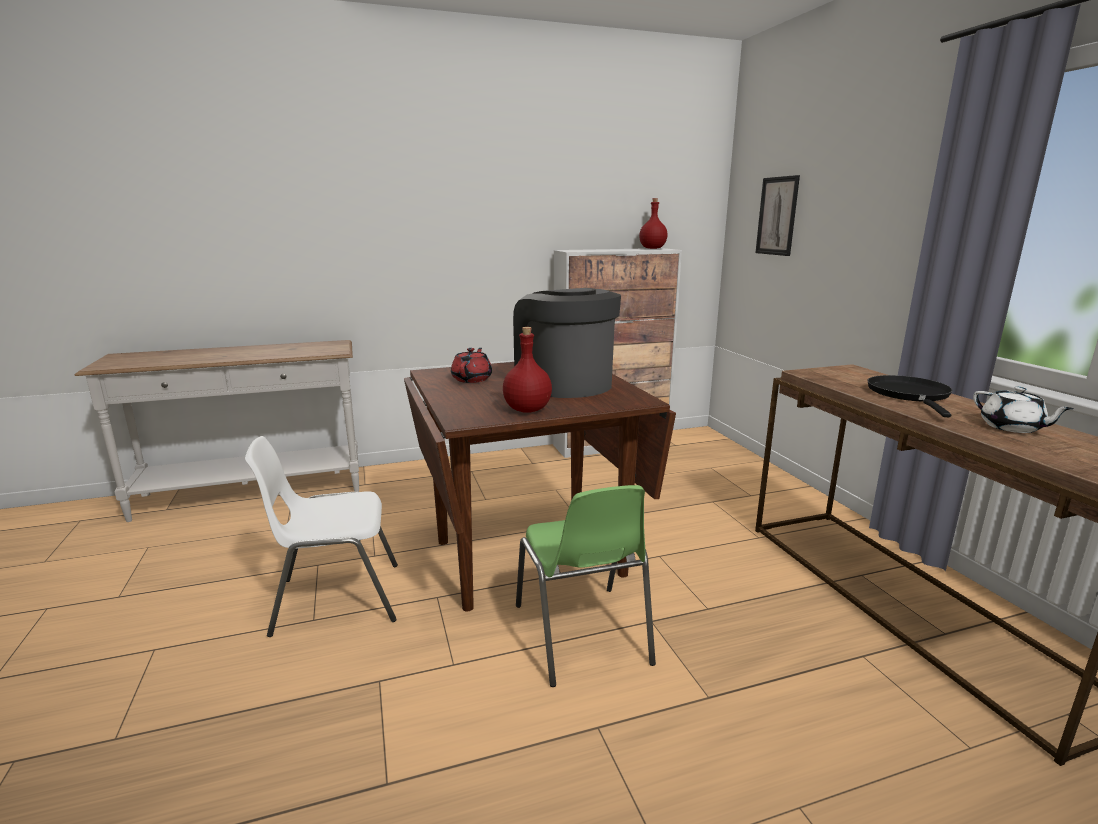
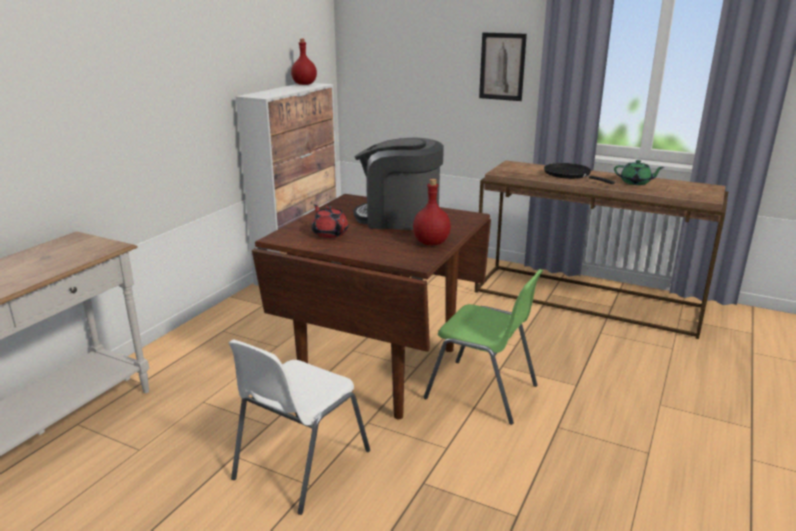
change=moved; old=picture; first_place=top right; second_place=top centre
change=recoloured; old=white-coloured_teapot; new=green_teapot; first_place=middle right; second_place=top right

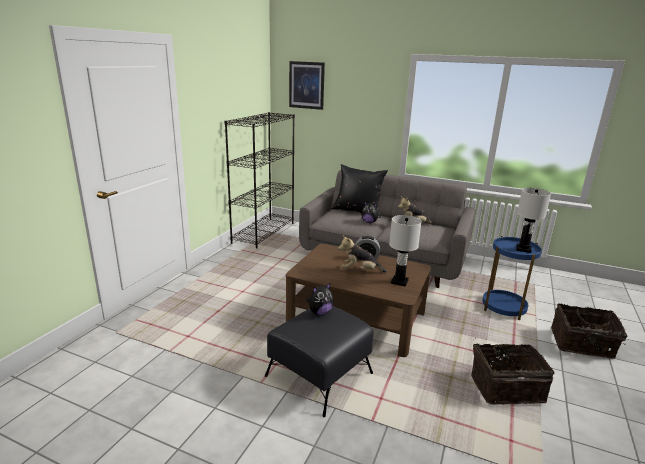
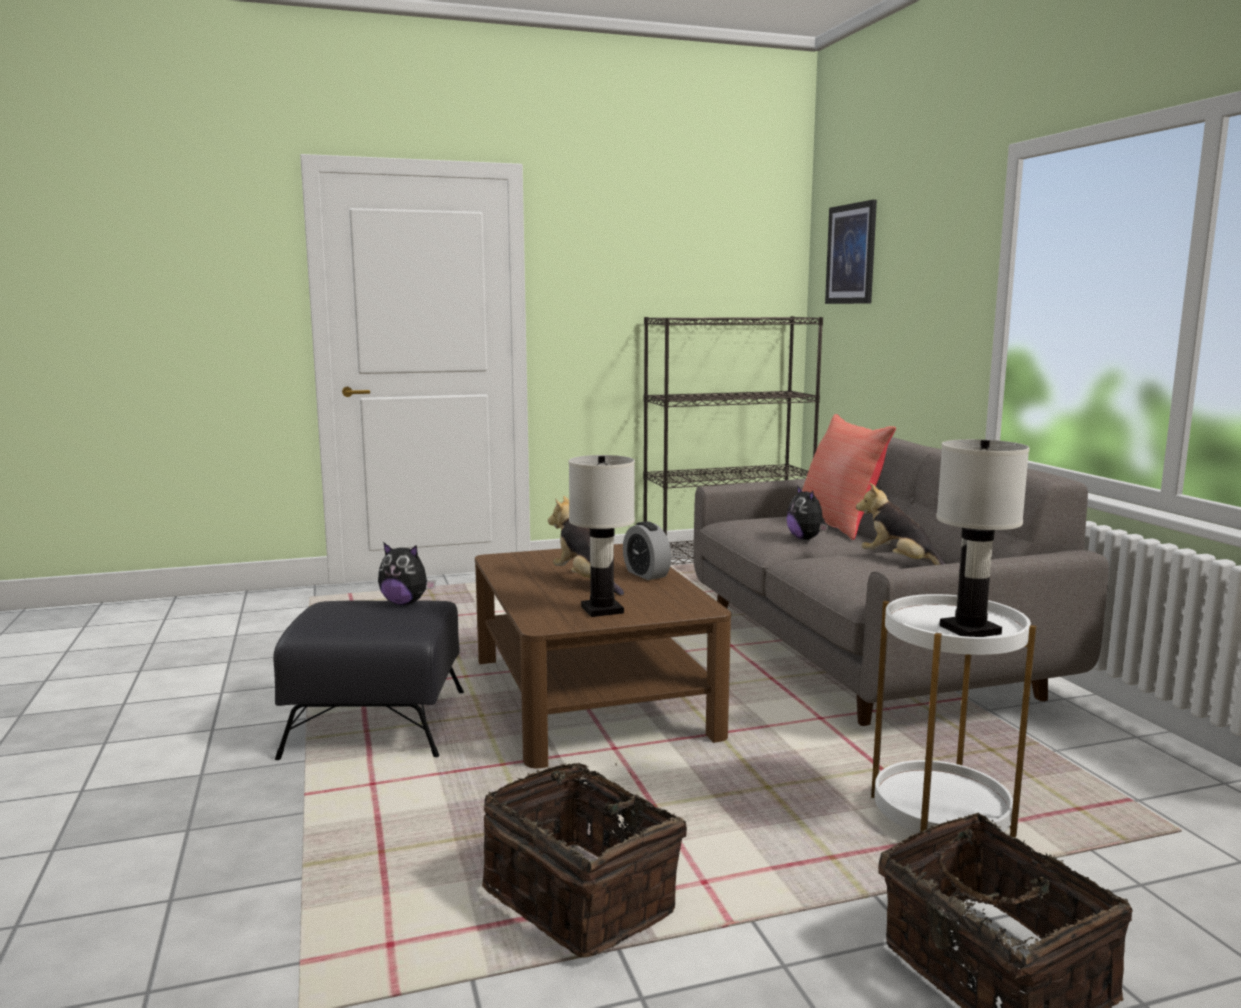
change=recoloured; old=blackish_throw_pillow; new=reddish_throw_pillow; first_place=centre; second_place=middle right
change=recoloured; old=blue-coloured_accent_table; new=white-coloured_accent_table; first_place=middle right; second_place=bottom right

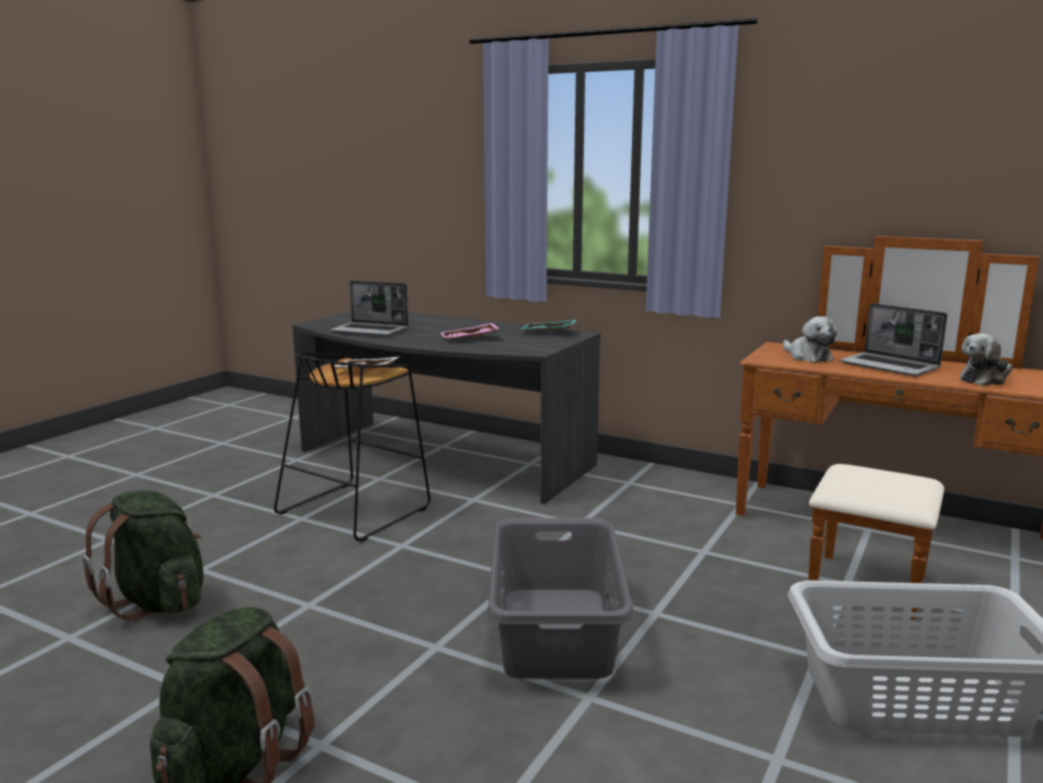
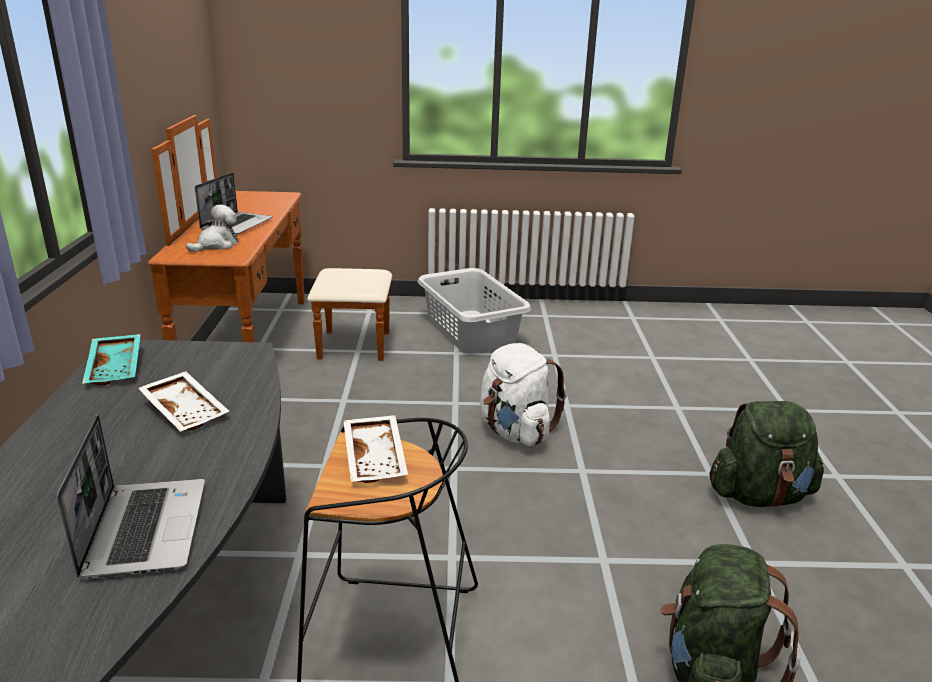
change=recoloured; old=pink-coloured_serving_tray; new=white-coloured_serving_tray (1st from left); first_place=centre; second_place=middle left
change=removed; old=soft_toy (2nd from left); first_place=middle right
change=replaced; old=grey_laundry_basket (1st from left); new=white-coloured_backpack; first_place=bottom centre; second_place=centre

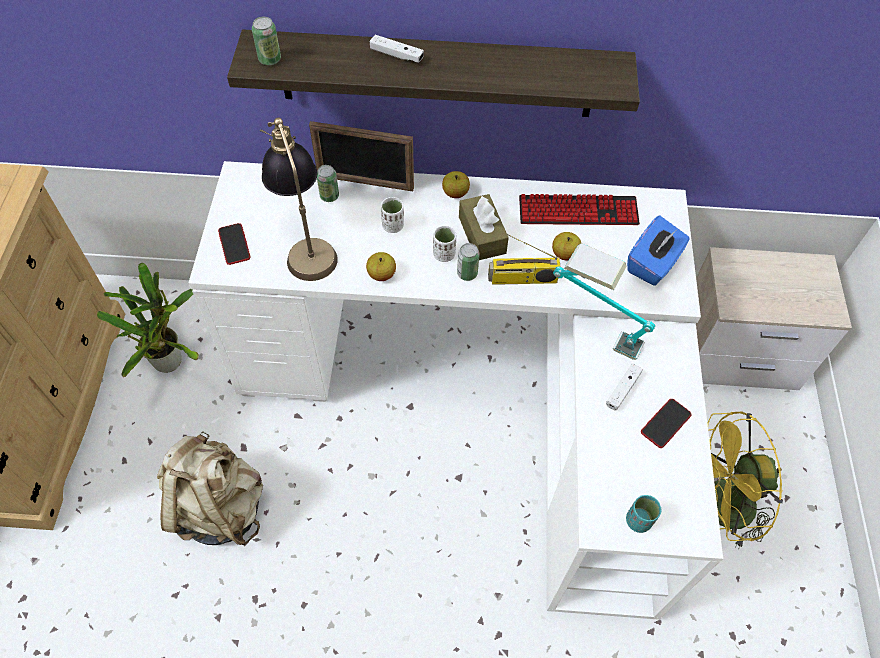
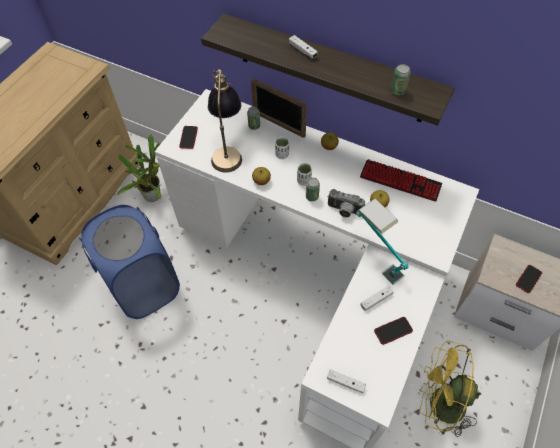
change=moved; old=can (1st from left in the first image); new=can (3rd from left); first_place=top left; second_place=top right
change=removed; old=brown-coloured_tissue_holder; first_place=centre
change=removed; old=blue-coloured_tissue_holder; first_place=middle right
change=replaced; old=radio_set; new=still_camera; first_place=centre; second_place=centre
change=replaced; old=beige-coloured_backpack; new=blue-coloured_laundry_basket; first_place=bottom left; second_place=middle left
change=replaced; old=blue-green_small_cup; new=white-coloured_joypad (2nd from left); first_place=bottom right; second_place=bottom centre
change=added; new=phone (3rd from left); second_place=middle right

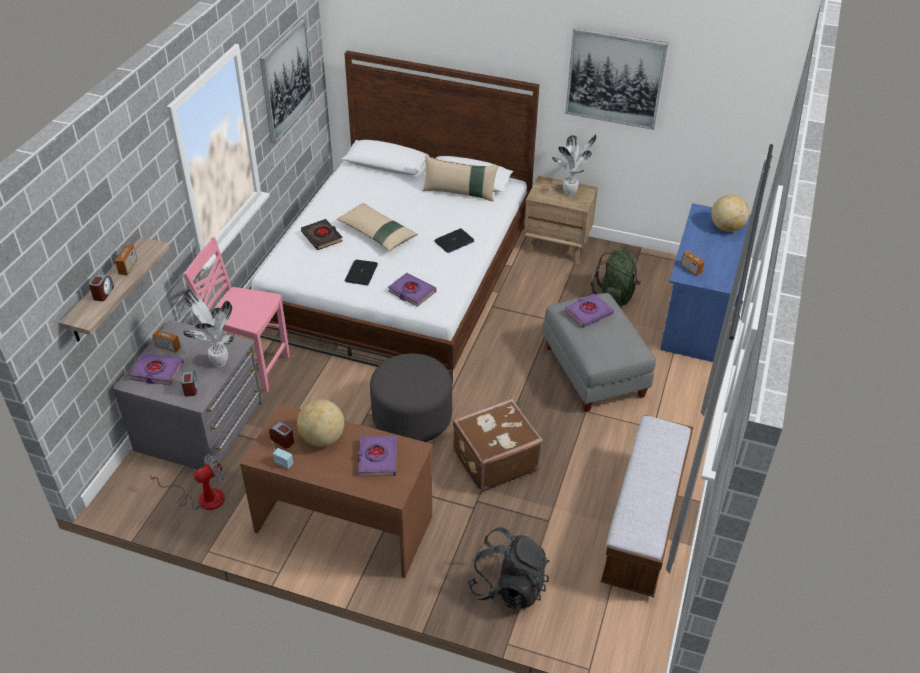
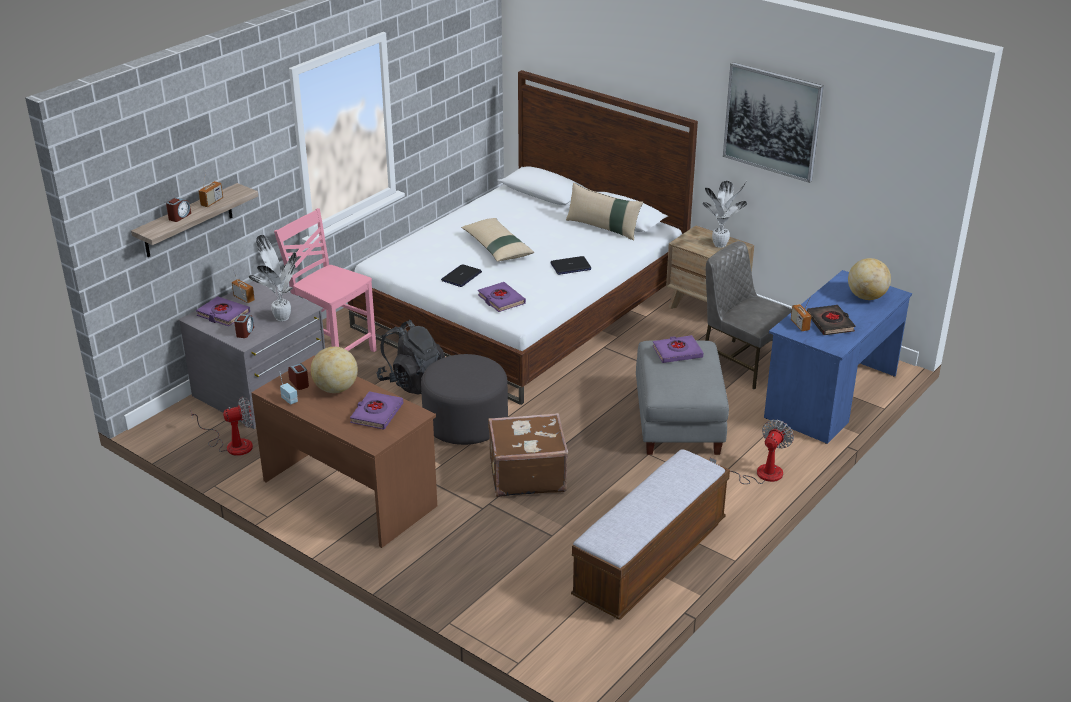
change=removed; old=picture (1st from left); first_place=top left
change=moved; old=blackish_book; first_place=centre; second_place=middle right
change=replaced; old=green_backpack; new=grey_chair; first_place=middle right; second_place=middle right
change=moved; old=blackish_backpack; first_place=bottom centre; second_place=centre
change=added; new=cooling_fan (2nd from left); second_place=middle right

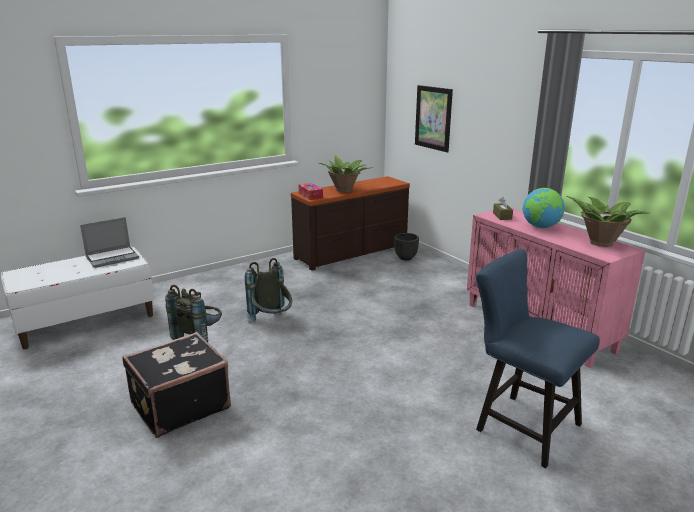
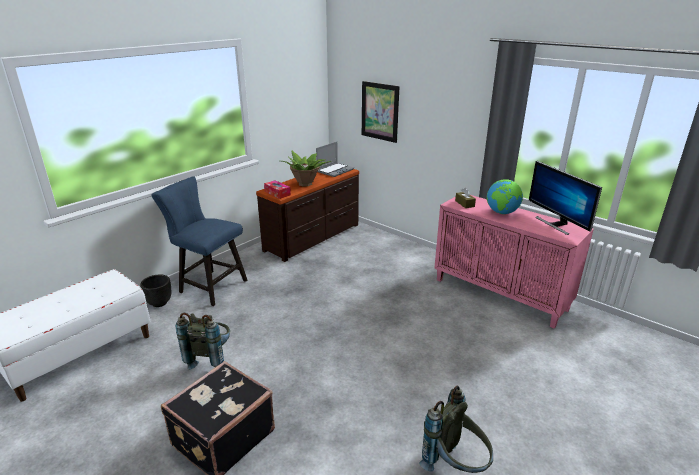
change=replaced; old=potted_plant (2nd from left); new=computer_screen; first_place=middle right; second_place=middle right
change=moved; old=notebook_computer; first_place=middle left; second_place=centre
change=moved; old=blackish_flower_pot; first_place=centre; second_place=middle left
change=moved; old=blue-coloured_chair; first_place=bottom right; second_place=middle left
change=moved; old=grey_backpack (2nd from left); first_place=centre; second_place=bottom centre

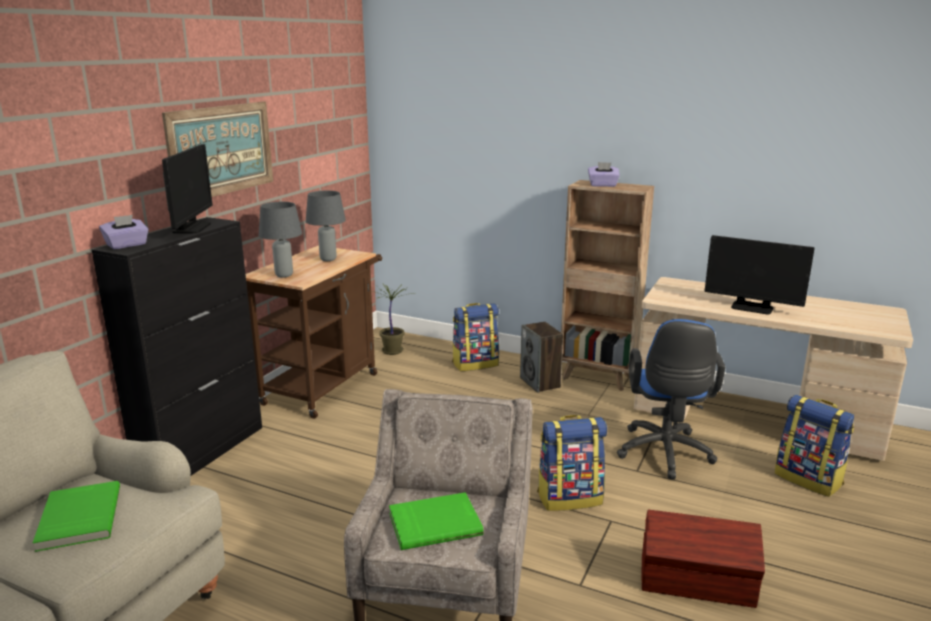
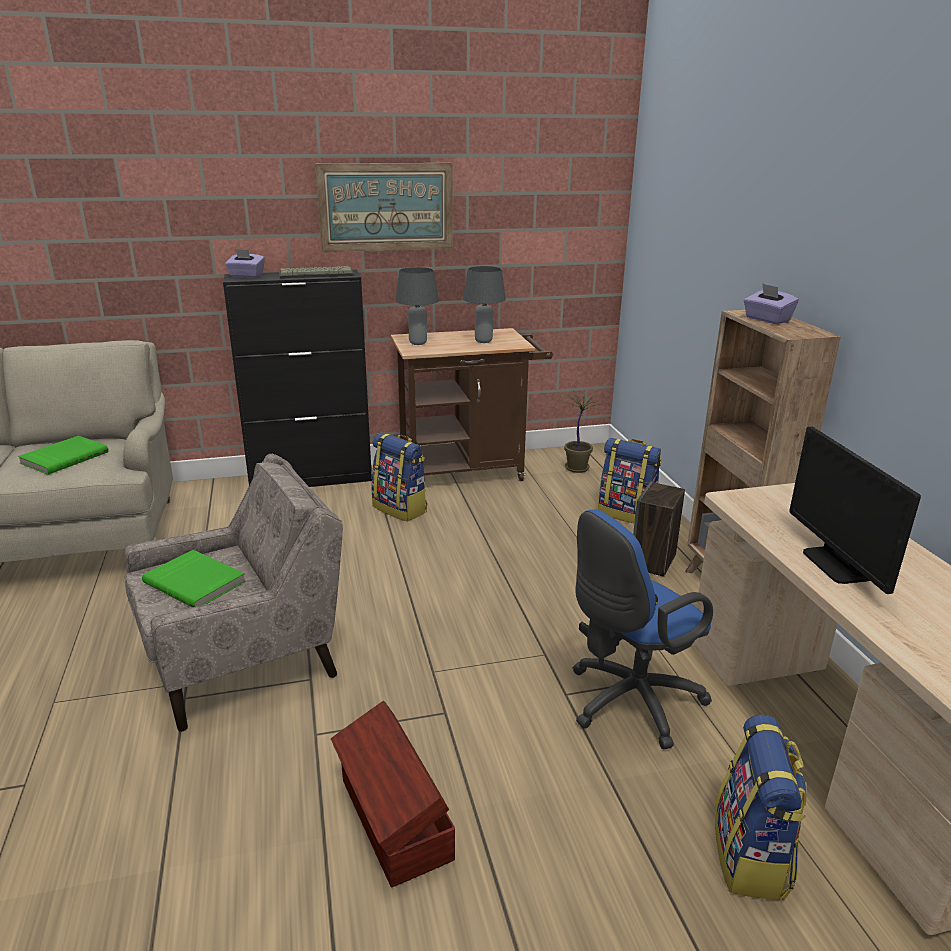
change=replaced; old=computer_screen (1st from left); new=computer_keyboard; first_place=top left; second_place=top left
change=moved; old=backpack (2nd from left in the first image); new=backpack (1st from left); first_place=bottom centre; second_place=centre

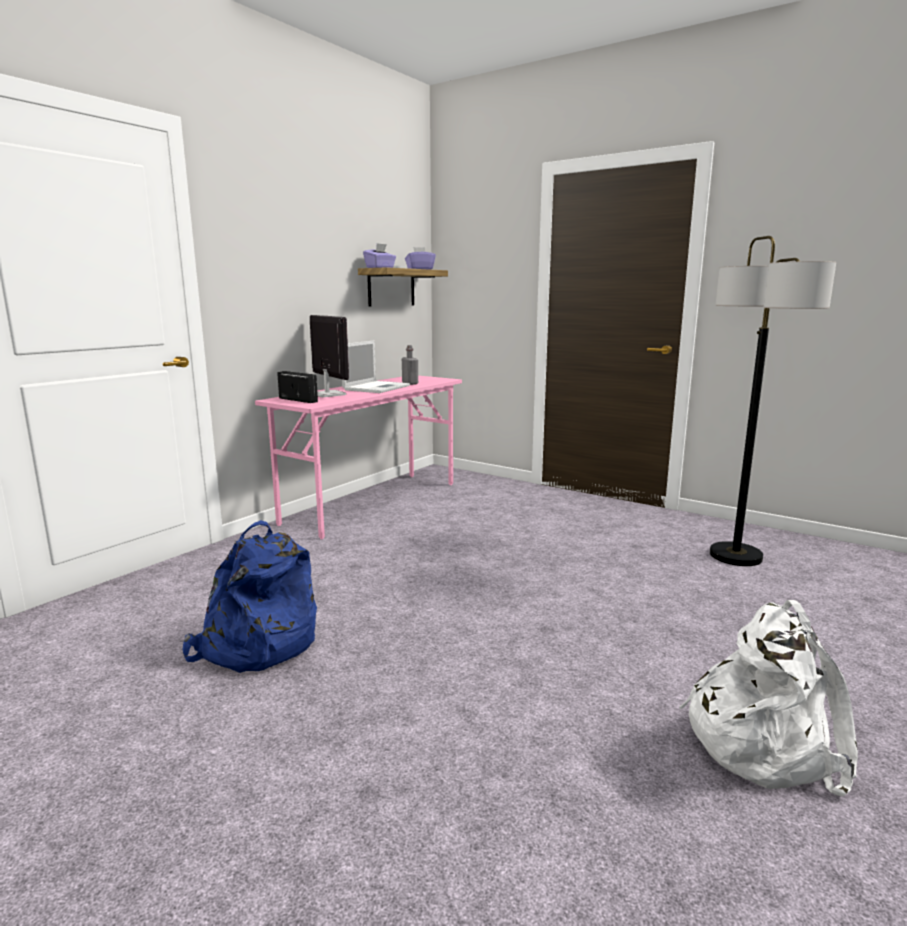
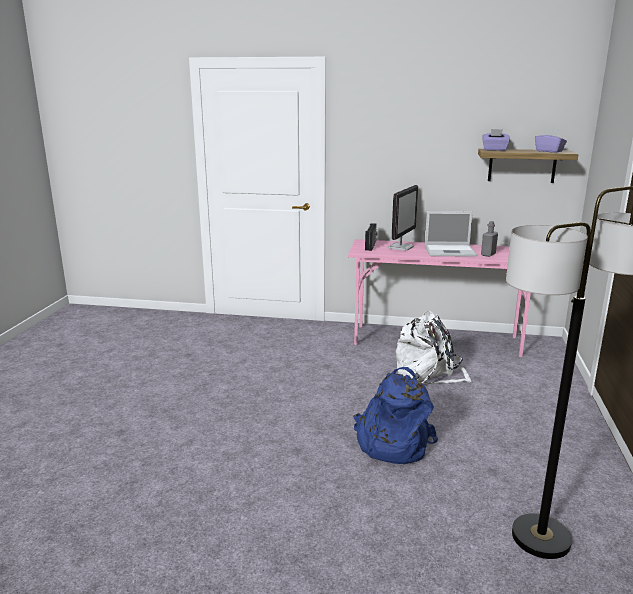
change=moved; old=blue-coloured_backpack; first_place=middle left; second_place=bottom centre
change=moved; old=white-coloured_backpack; first_place=bottom right; second_place=middle right

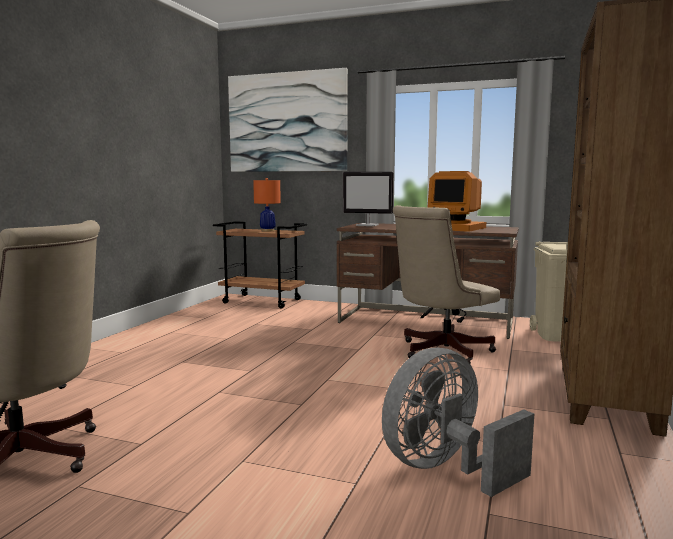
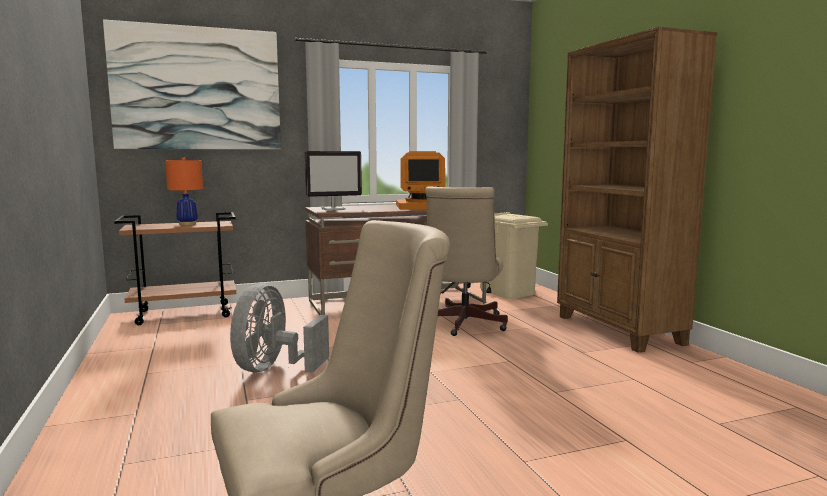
change=moved; old=grey_cooling_fan; first_place=bottom right; second_place=centre

